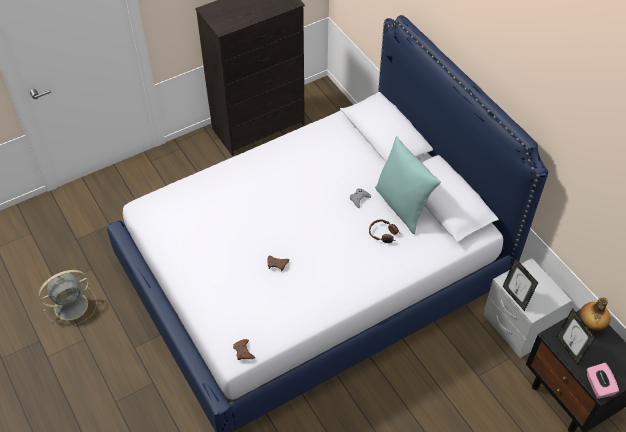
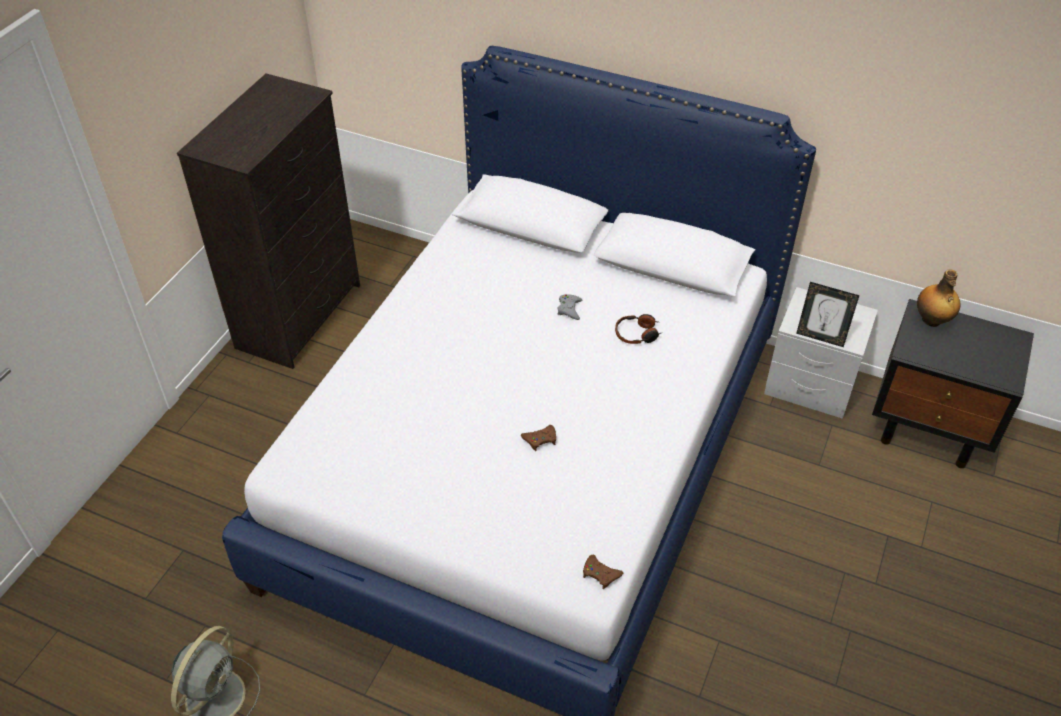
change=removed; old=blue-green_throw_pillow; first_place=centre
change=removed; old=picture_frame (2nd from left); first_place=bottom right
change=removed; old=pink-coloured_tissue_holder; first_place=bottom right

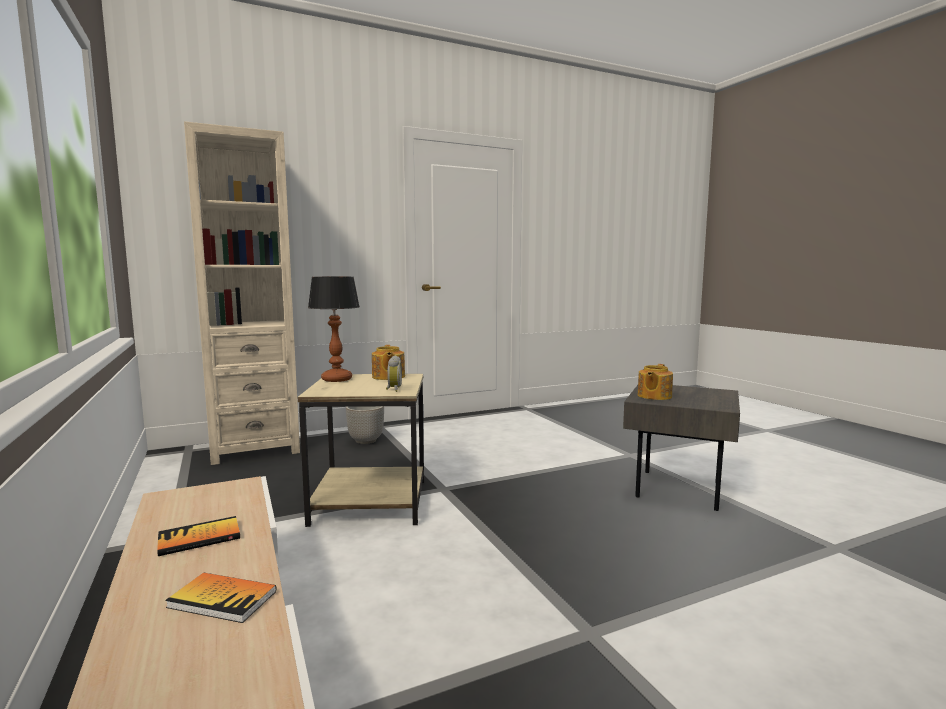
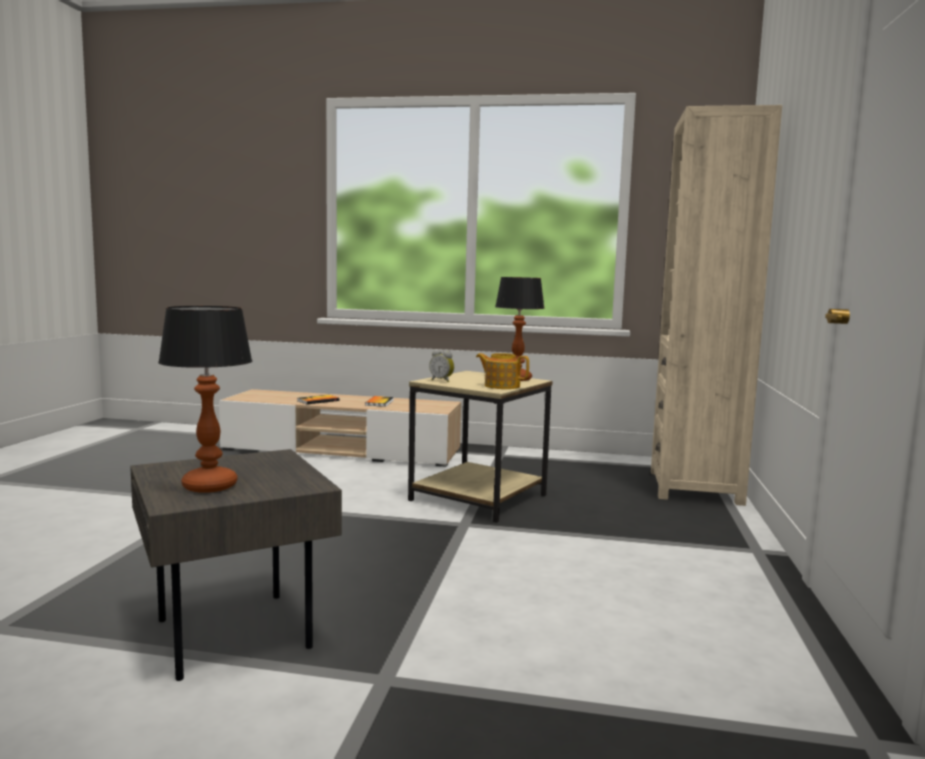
change=removed; old=teapot (2nd from left); first_place=middle right
change=removed; old=flower_pot; first_place=centre
change=added; new=table_lamp (1st from left); second_place=middle left

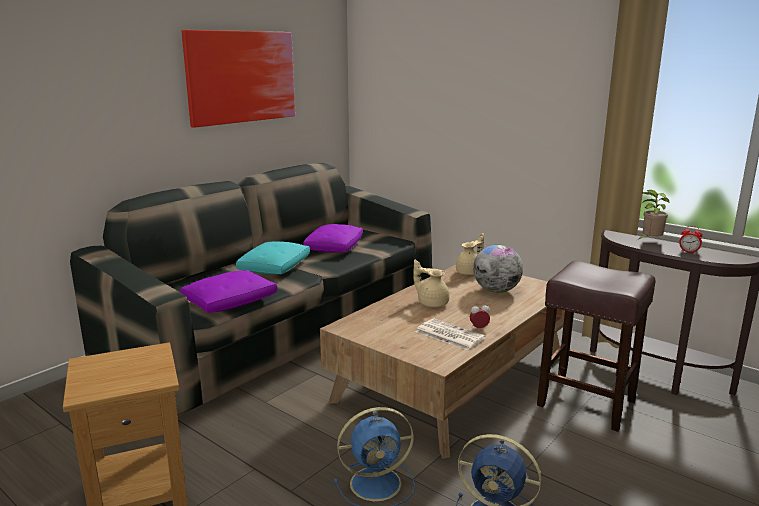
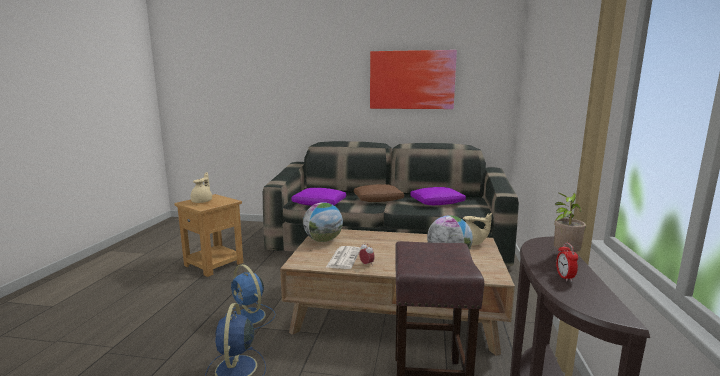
change=recoloured; old=blue-green_throw_pillow; new=brown-coloured_throw_pillow; first_place=centre; second_place=centre
change=moved; old=beige-coloured_teapot (1st from left); first_place=centre; second_place=middle left
change=added; new=globe (1st from left); second_place=centre

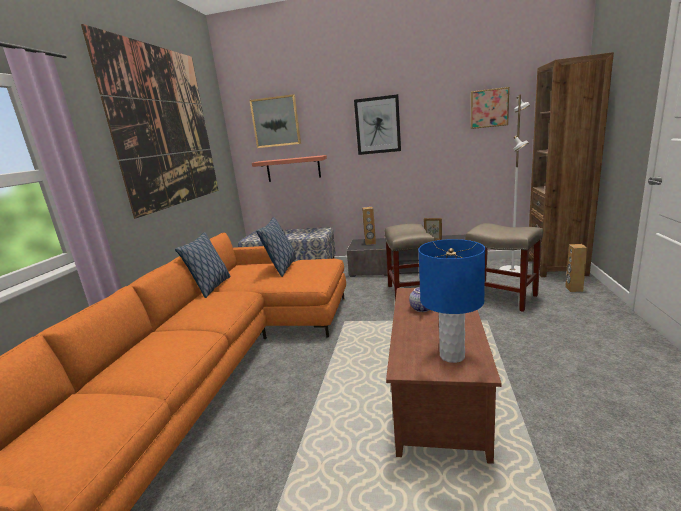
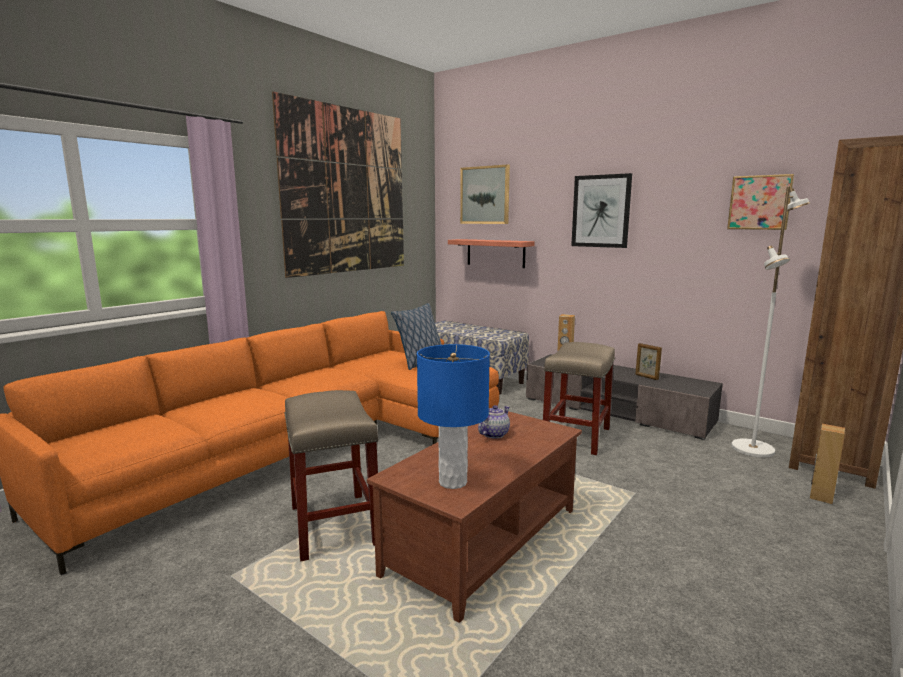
change=moved; old=beige-coloured_sitting_stool (2nd from left in the first image); new=beige-coloured_sitting_stool (1st from left); first_place=middle right; second_place=bottom centre
change=removed; old=throw_pillow (1st from left); first_place=middle left

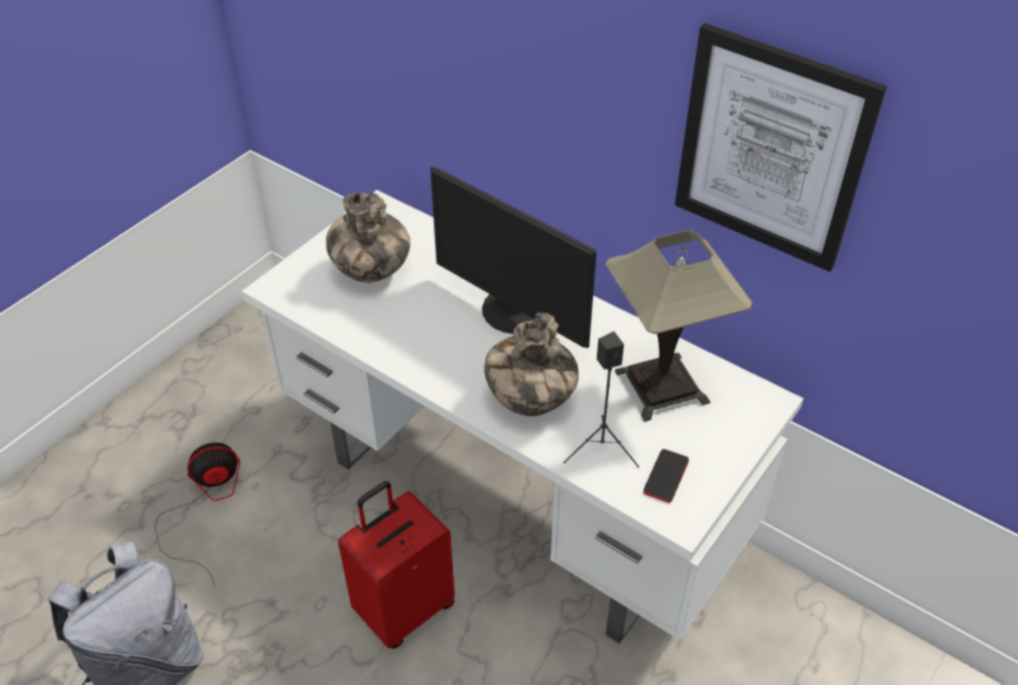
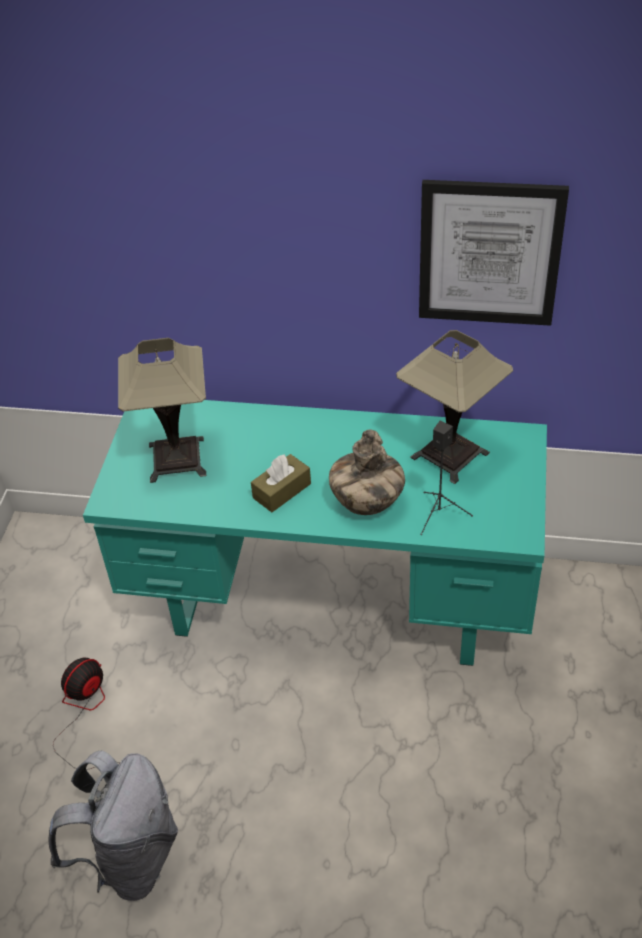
change=removed; old=computer_screen; first_place=centre
change=recoloured; old=white-coloured_desk_table; new=blue-green_desk_table; first_place=centre; second_place=centre
change=replaced; old=vase (1st from left); new=table_lamp (1st from left); first_place=centre; second_place=middle left
change=removed; old=phone; first_place=bottom centre
change=removed; old=reddish_suitcase; first_place=bottom centre
change=added; new=brown-coloured_tissue_holder; second_place=centre

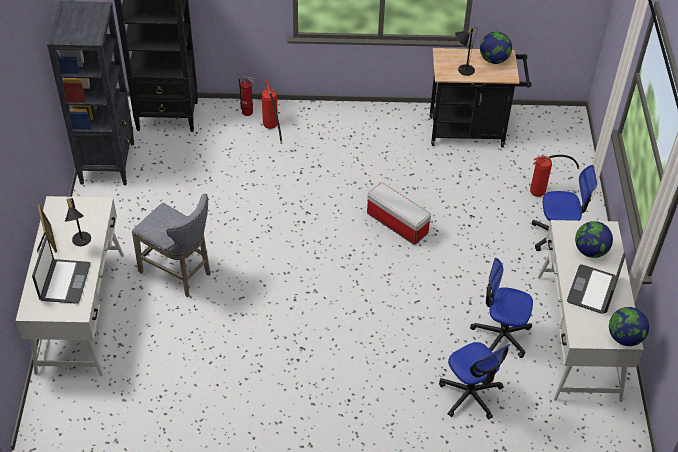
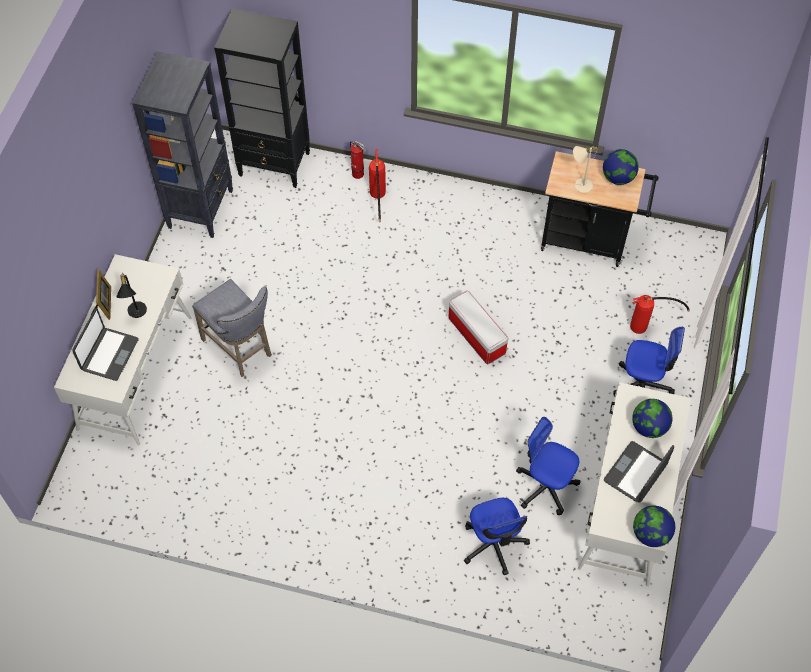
change=recoloured; old=blackish_table_lamp (2nd from left); new=beige-coloured_table_lamp; first_place=top right; second_place=top right

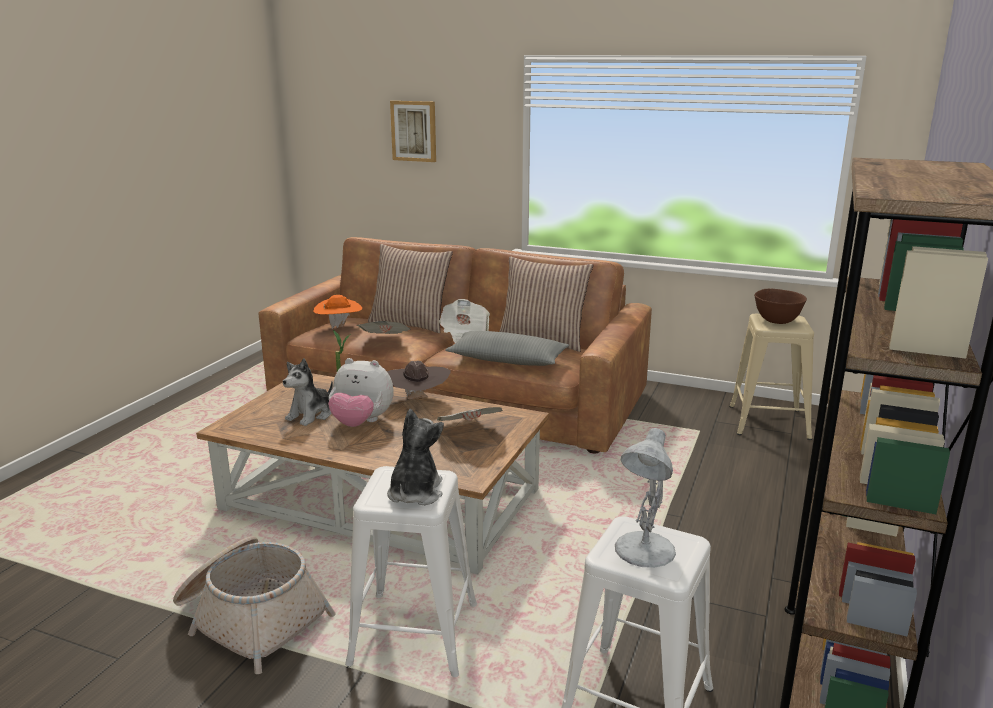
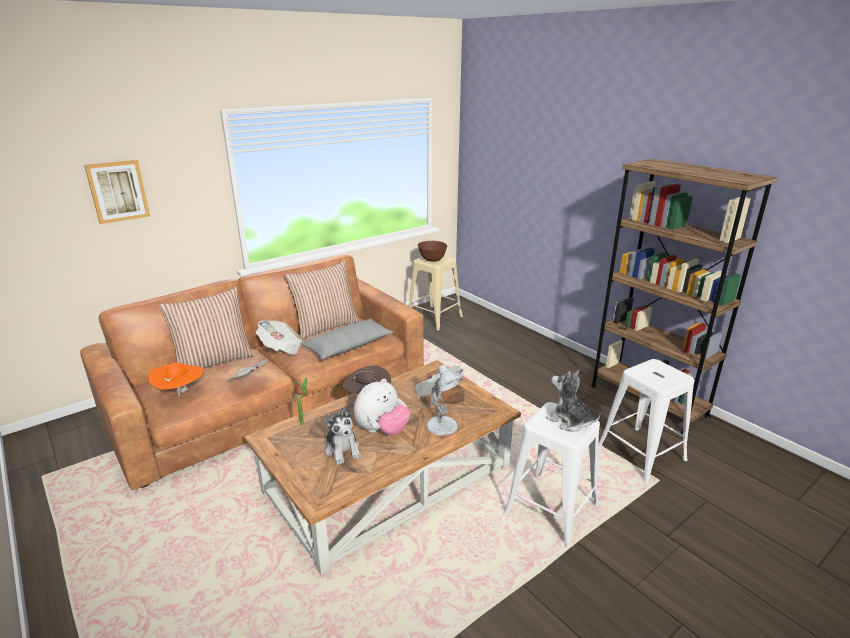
change=moved; old=white-coloured_table_lamp; first_place=bottom centre; second_place=centre
change=removed; old=household_basket; first_place=bottom left

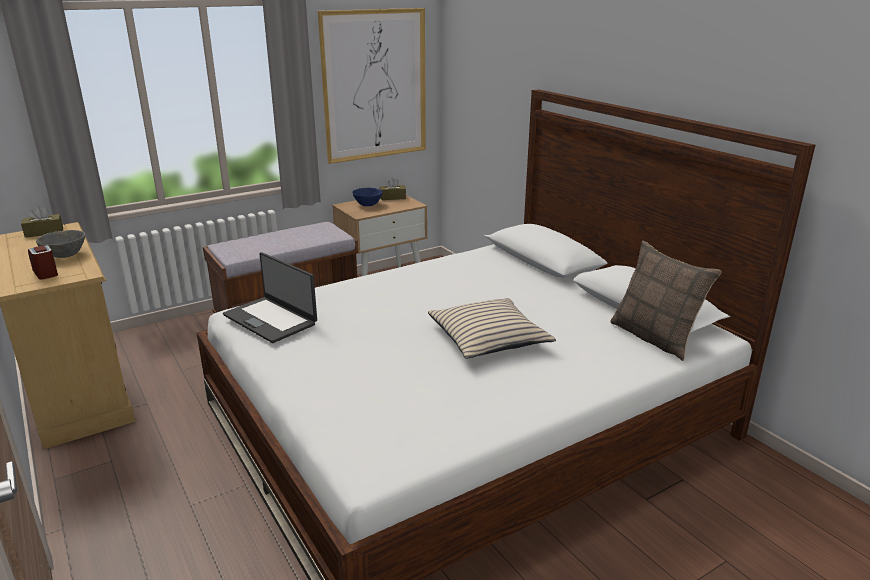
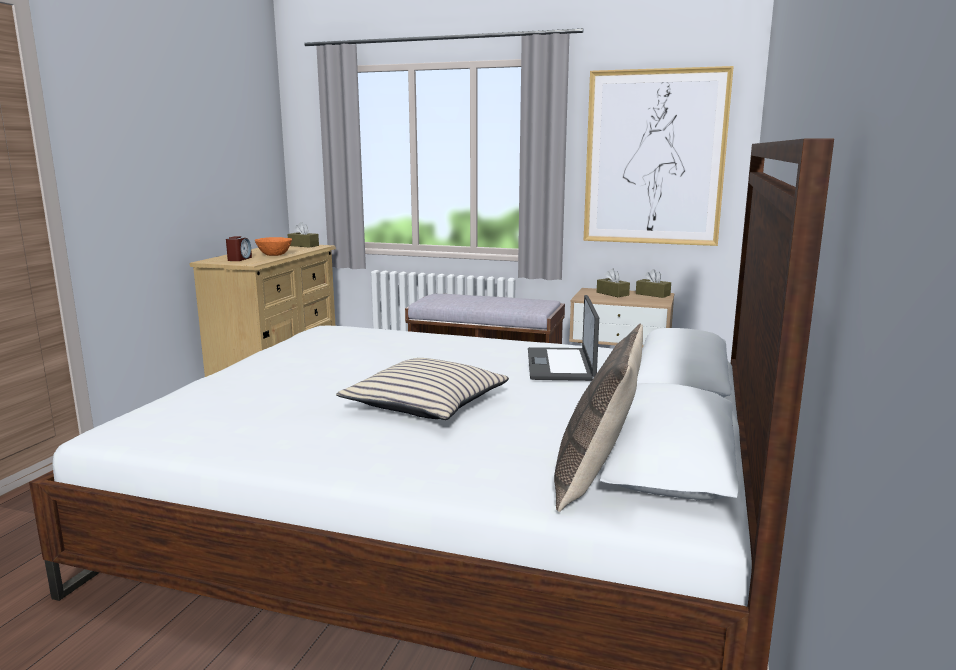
change=replaced; old=blue-coloured_deep_dish; new=brown-coloured_tissue_holder (2nd from left); first_place=centre; second_place=centre
change=recoloured; old=grey_deep_dish; new=orange-coloured_deep_dish; first_place=middle left; second_place=middle left
change=moved; old=notebook_computer; first_place=middle left; second_place=centre

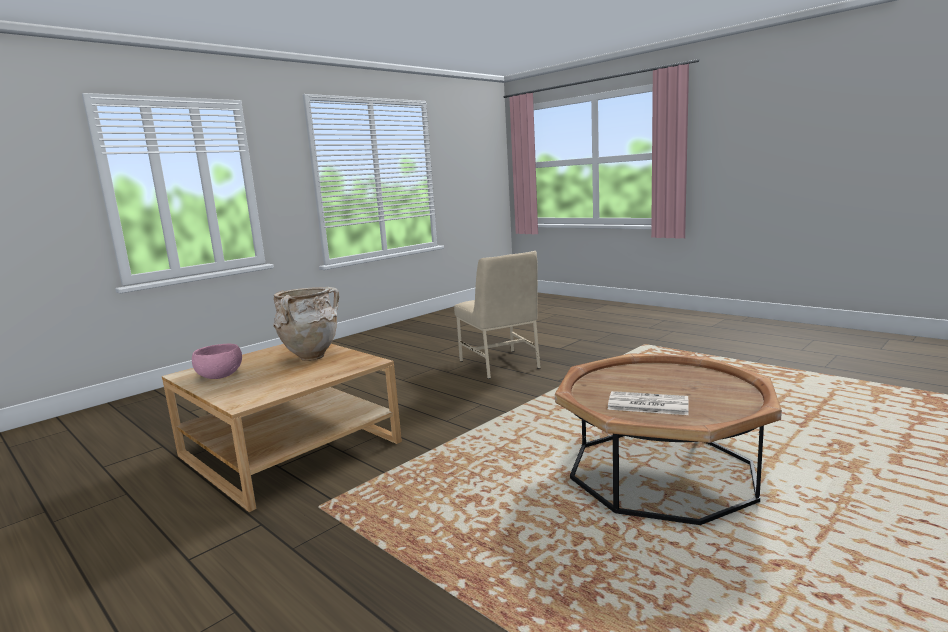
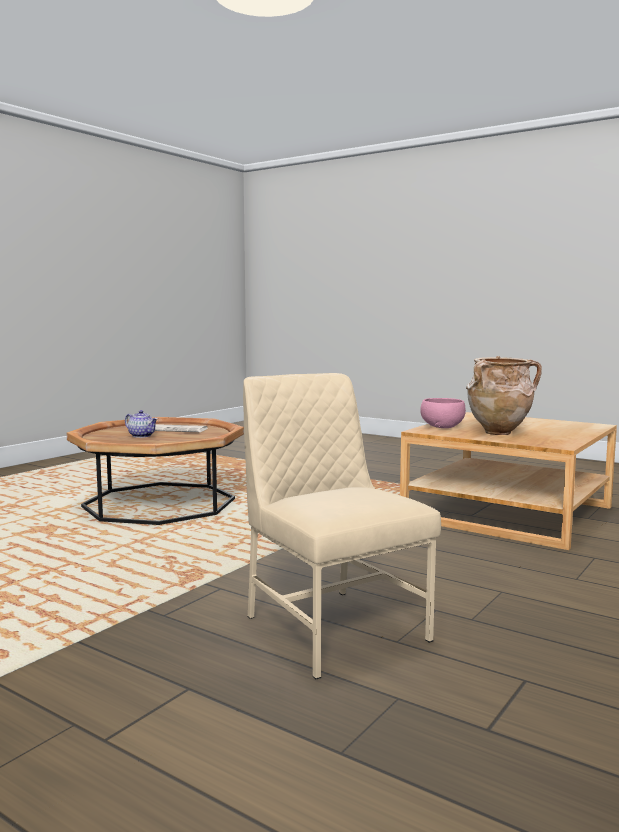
change=moved; old=pink-coloured_deep_dish; first_place=middle left; second_place=middle right
change=added; new=teapot; second_place=middle left

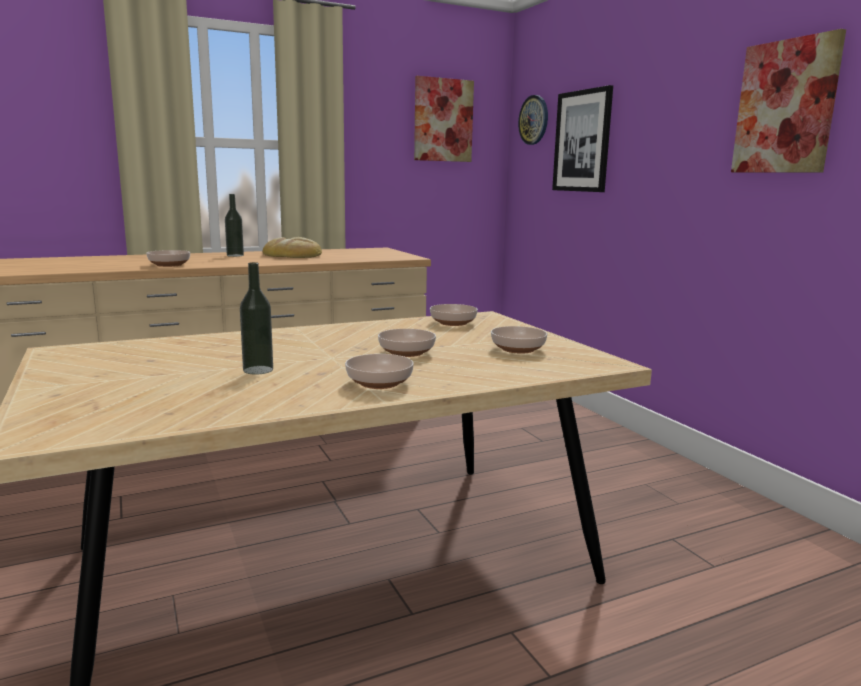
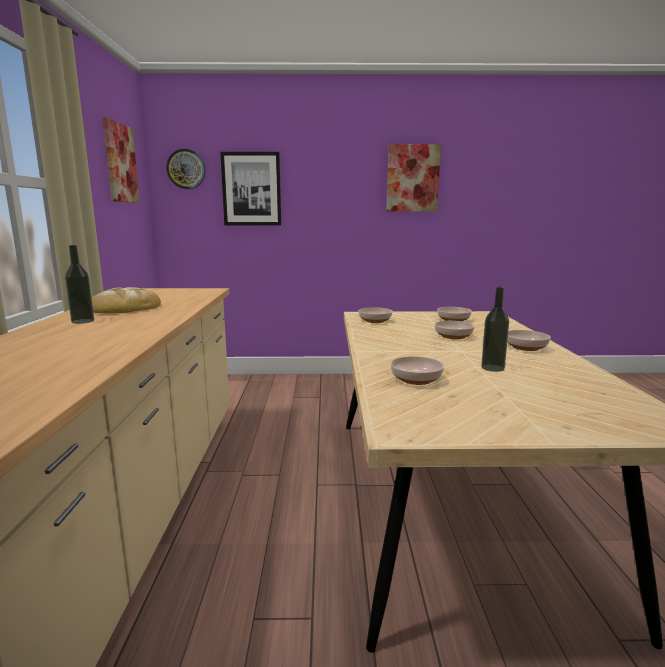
change=moved; old=deep_dish (1st from left in the first image); new=deep_dish (2nd from left); first_place=middle left; second_place=centre

